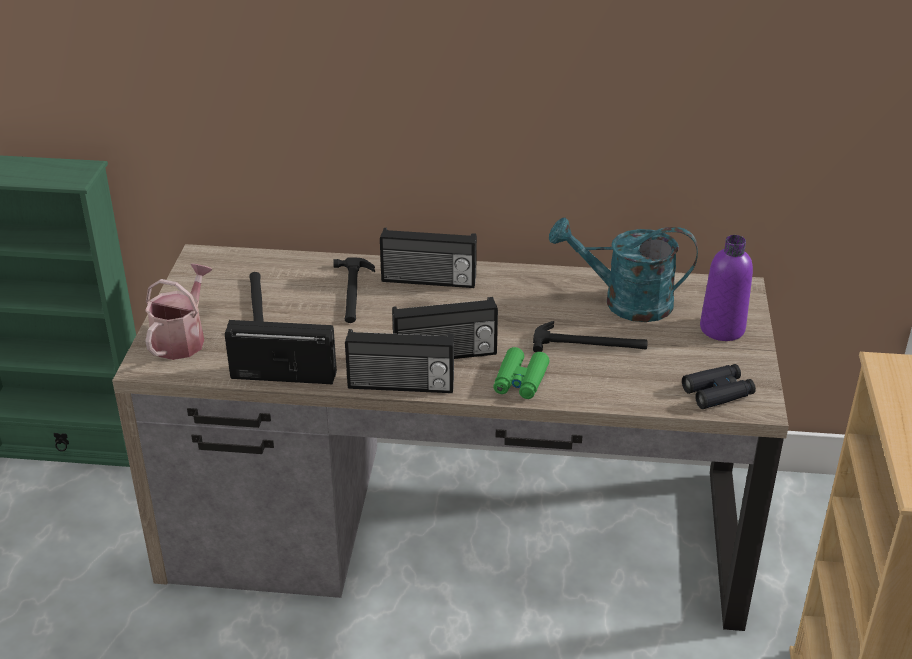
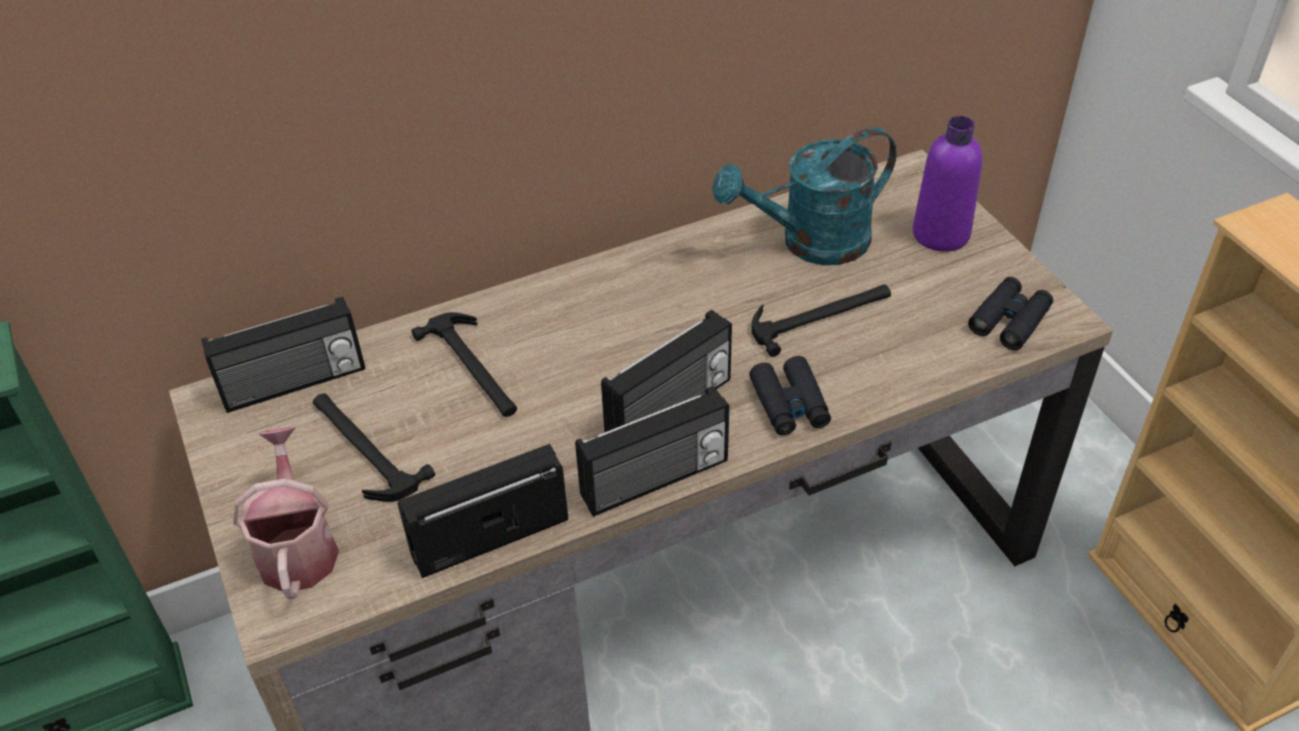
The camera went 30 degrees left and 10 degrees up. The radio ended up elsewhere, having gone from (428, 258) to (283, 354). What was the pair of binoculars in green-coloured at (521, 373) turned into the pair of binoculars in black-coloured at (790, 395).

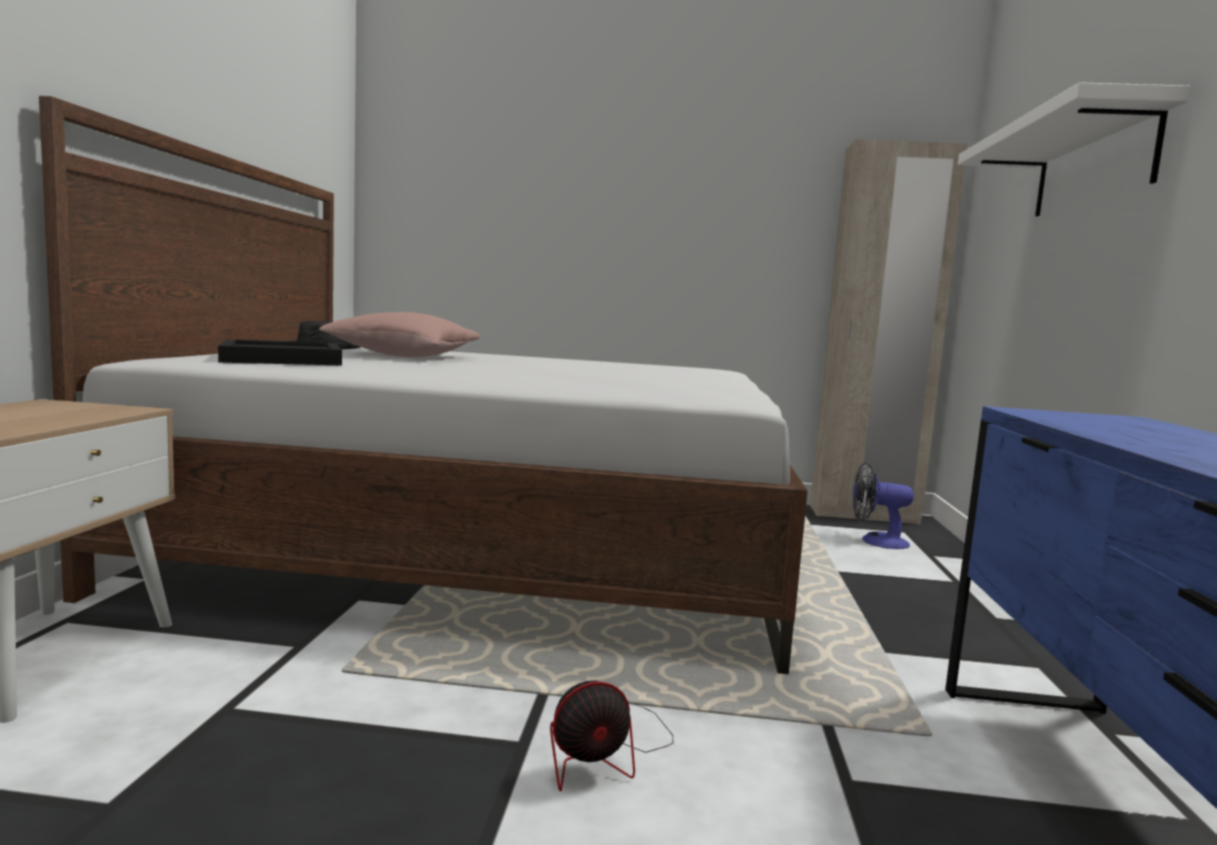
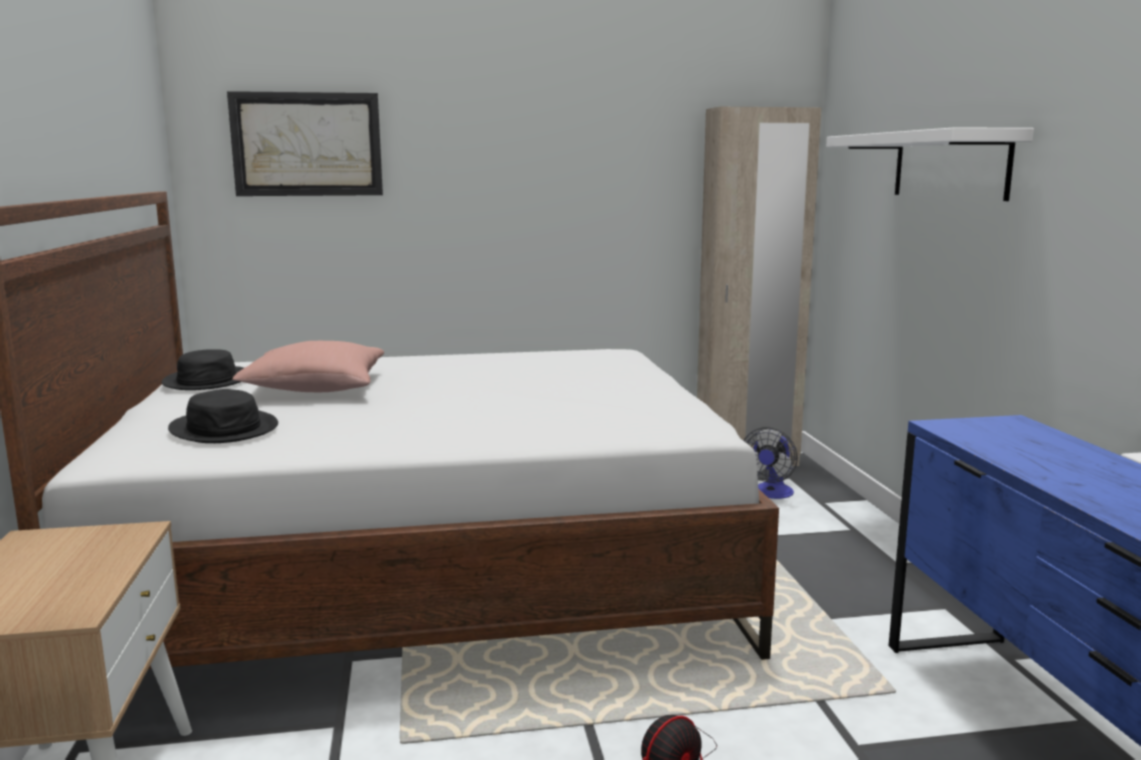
The camera went 15 degrees left and 5 degrees up. Where the carrying tray in black-coloured stood at (280, 352), the clothing hat in black-coloured came to stand at (223, 416). The second view gained the wall picture at (305, 143). The electric fan at (883, 505) ended up facing another way, 60 degrees counterclockwise from before.

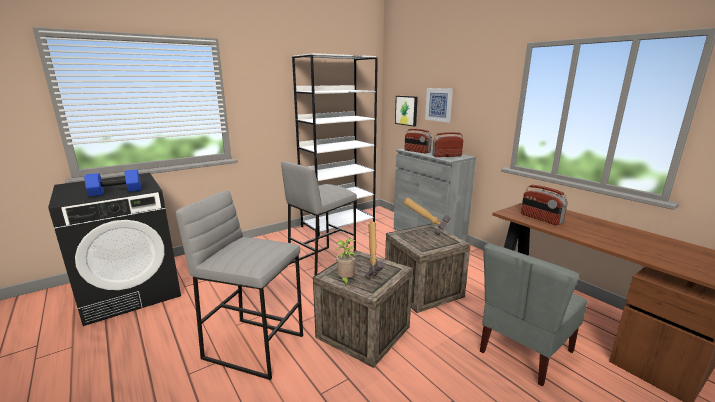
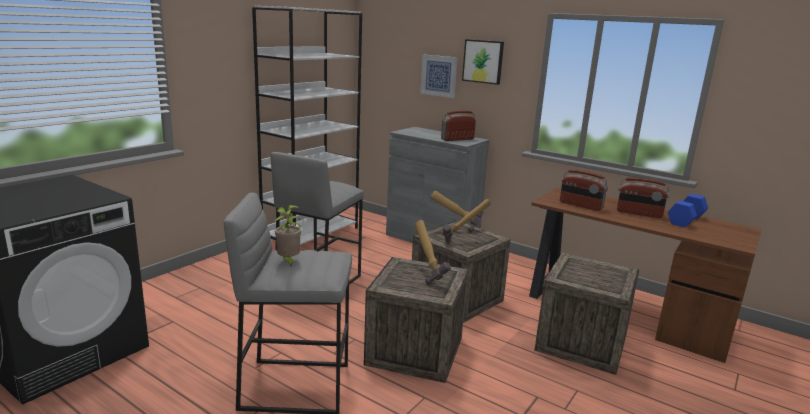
The camera went 20 degrees left and 0 degrees up. The potted plant ended up elsewhere, having gone from (346, 263) to (288, 236). The second view gained the tool hammer at (467, 220). The wall picture ended up elsewhere, having gone from (406, 111) to (483, 62). Where the upright chair in gray stood at (533, 314), the shipping crate came to stand at (587, 314). The radio ended up elsewhere, having gone from (418, 141) to (643, 198). The free weight in blue-coloured ended up elsewhere, having gone from (112, 183) to (688, 210).

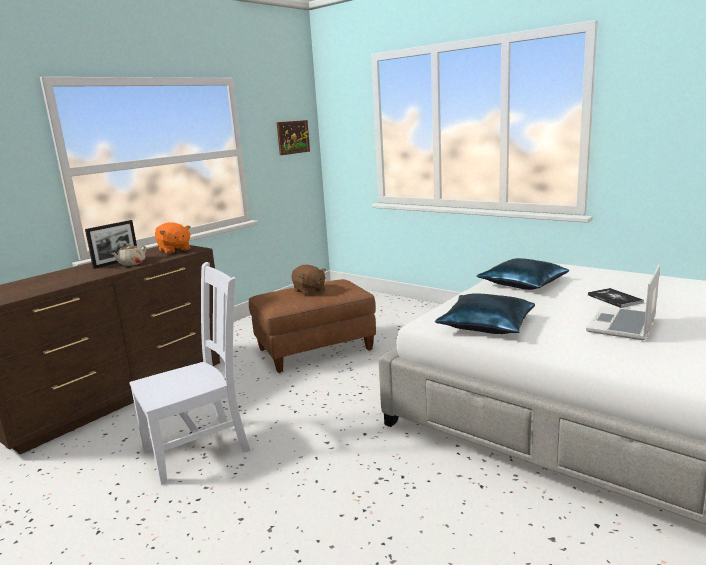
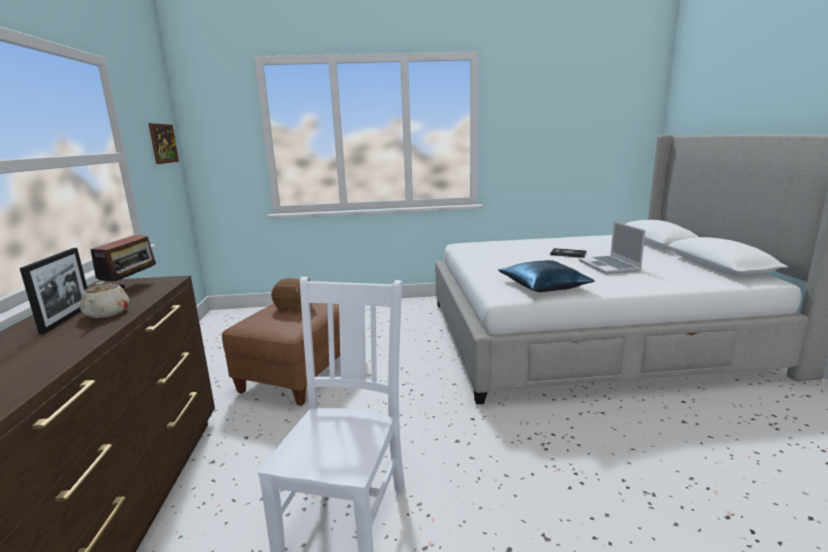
The camera went 45 degrees left and 0 degrees up. Where the plush toy in orange-coloured stood at (173, 238), the radio came to stand at (121, 260). The second view lost the pillow in blue-coloured at (522, 274).

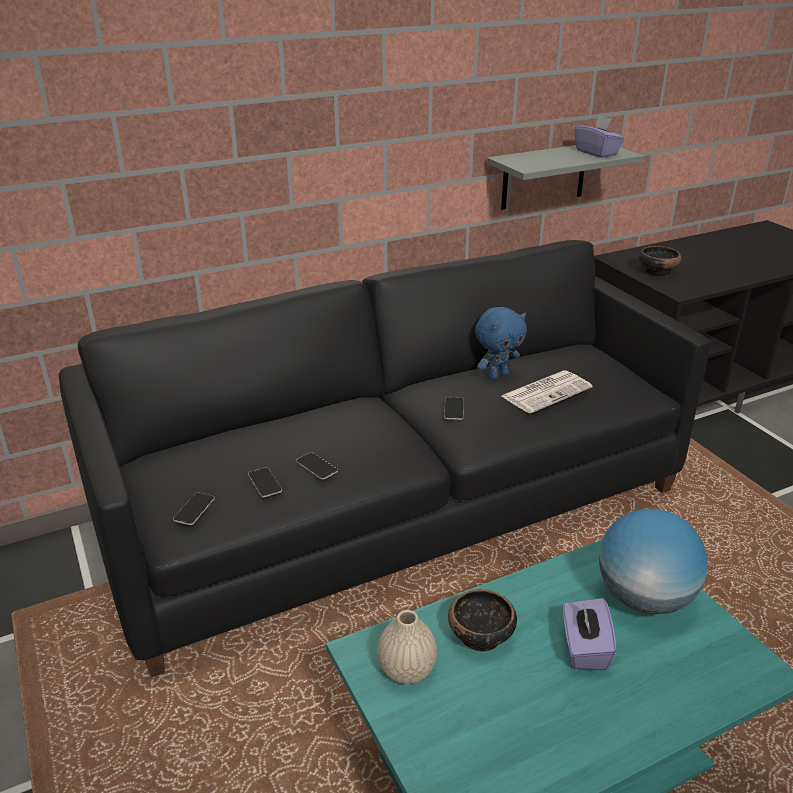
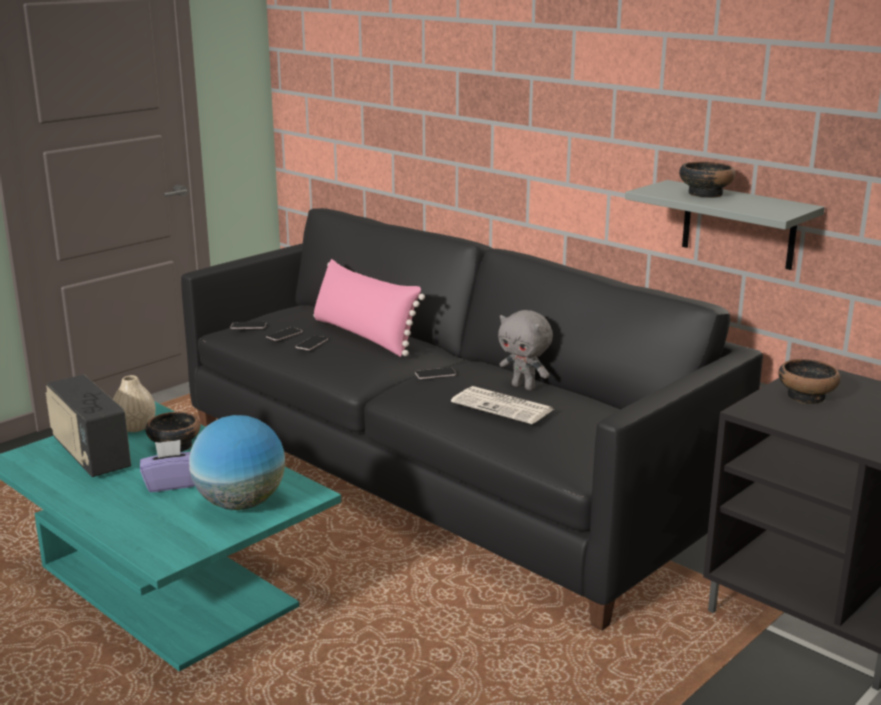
The camera went 70 degrees right and 10 degrees down. The second view gained the radio at (88, 426). The second view gained the pillow in pinkish at (369, 308). What was the plush toy in blue-coloured at (501, 343) turned into the plush toy in gray at (525, 350). The second view gained the serving bowl at (707, 180). The second view lost the box of tissues in purple at (599, 136).

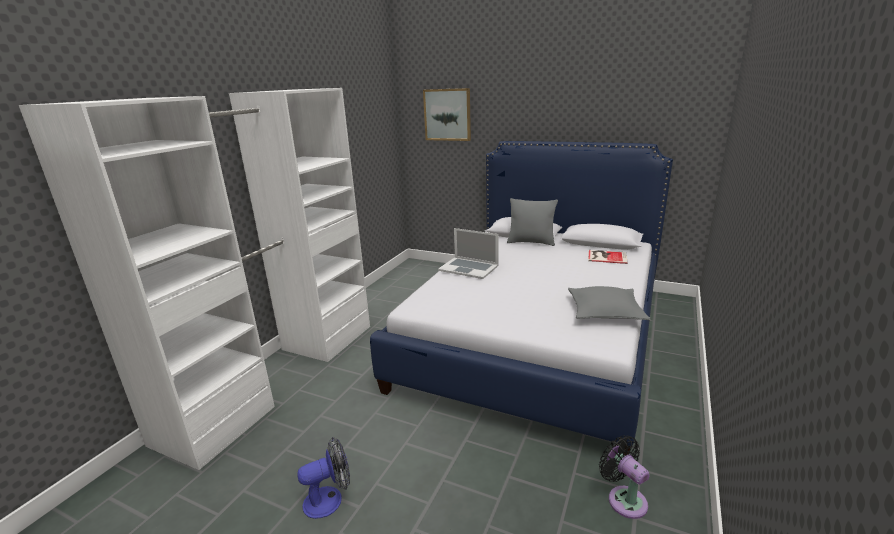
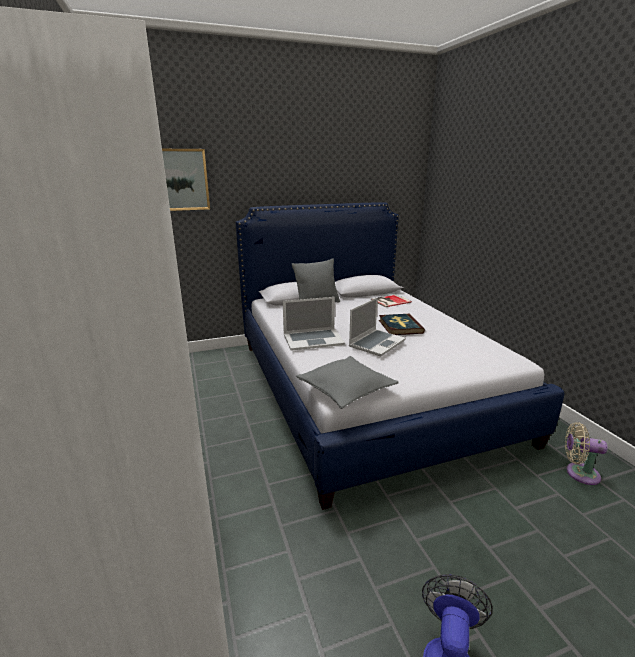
The camera went 45 degrees left and 0 degrees up. The pillow in gray ended up elsewhere, having gone from (609, 303) to (347, 382). The second view gained the notebook computer at (377, 327). The second view gained the volume at (402, 324). What was the electric fan in black-coloured at (624, 477) turned into the electric fan in beige-coloured at (586, 453).

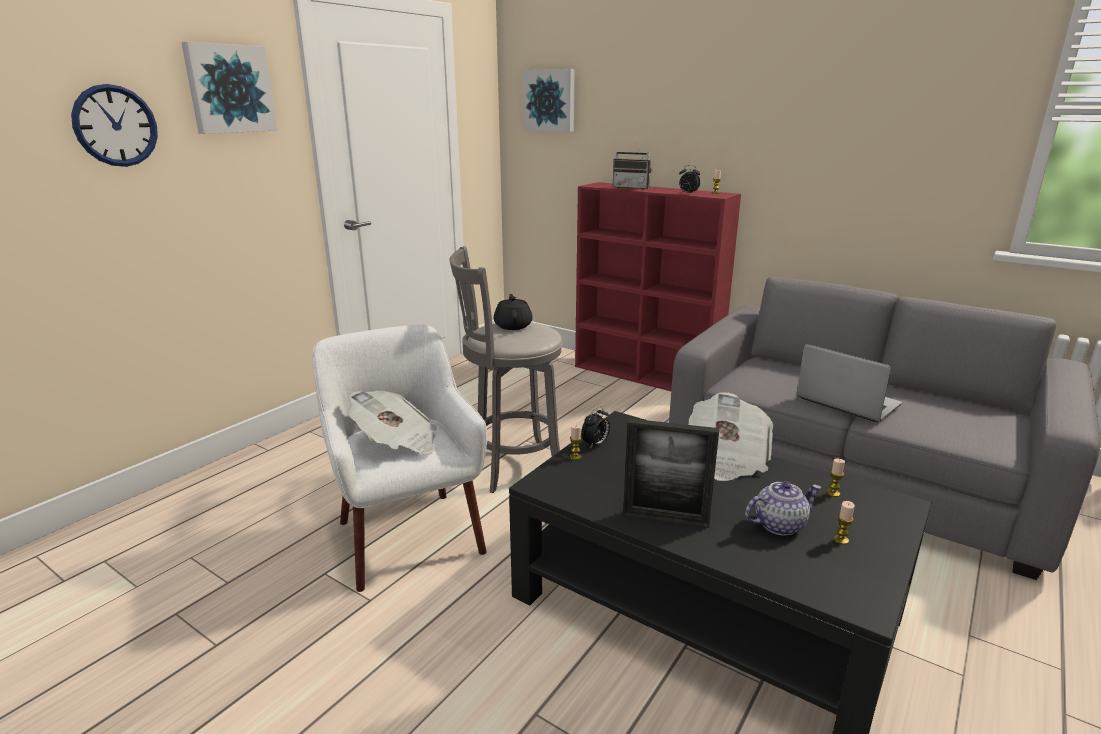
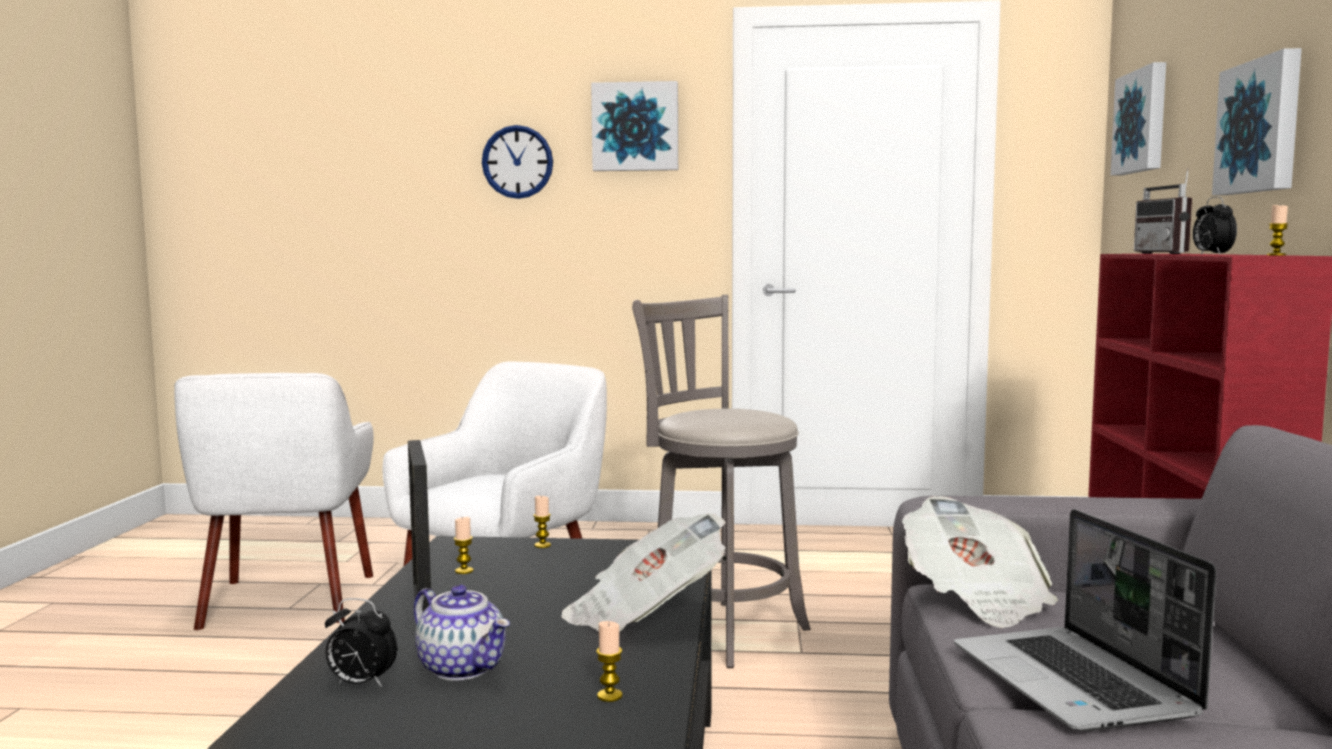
The camera went 60 degrees right and 15 degrees down. The second view gained the armchair in whitish at (274, 501). The alarm clock ended up elsewhere, having gone from (595, 427) to (361, 642). The candle ended up elsewhere, having gone from (844, 523) to (464, 545). The newspaper ended up elsewhere, having gone from (393, 423) to (980, 562). The notebook computer at (849, 383) ended up facing another way, 150 degrees clockwise from before. The second view gained the wall picture at (1257, 121). The second view lost the tea pot in black-coloured at (513, 312).

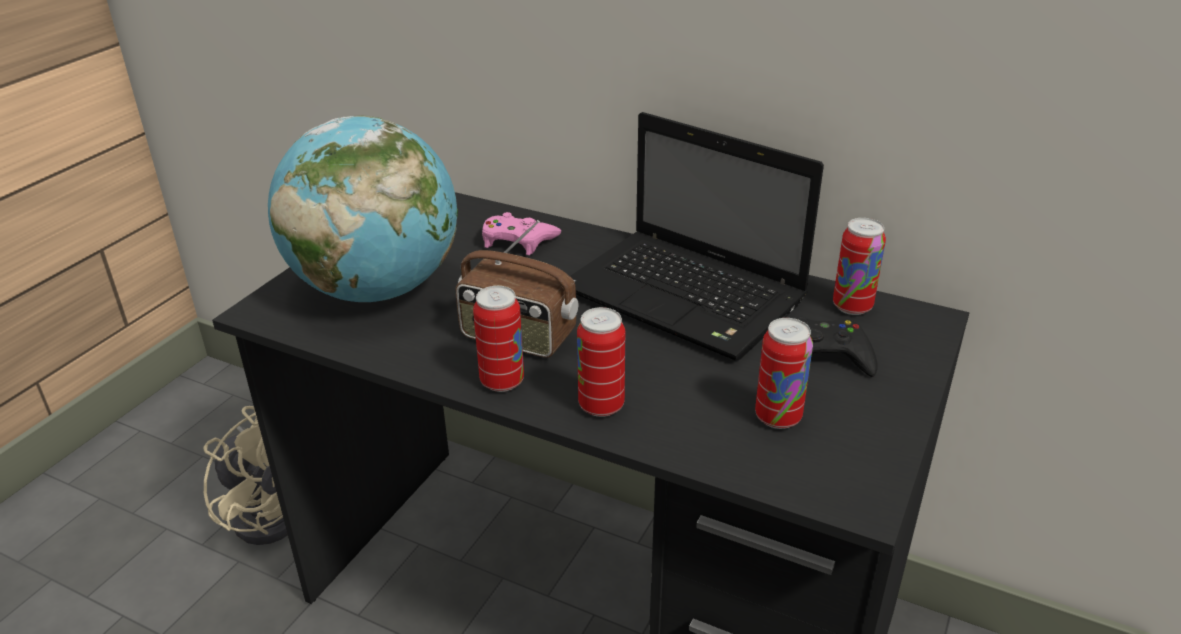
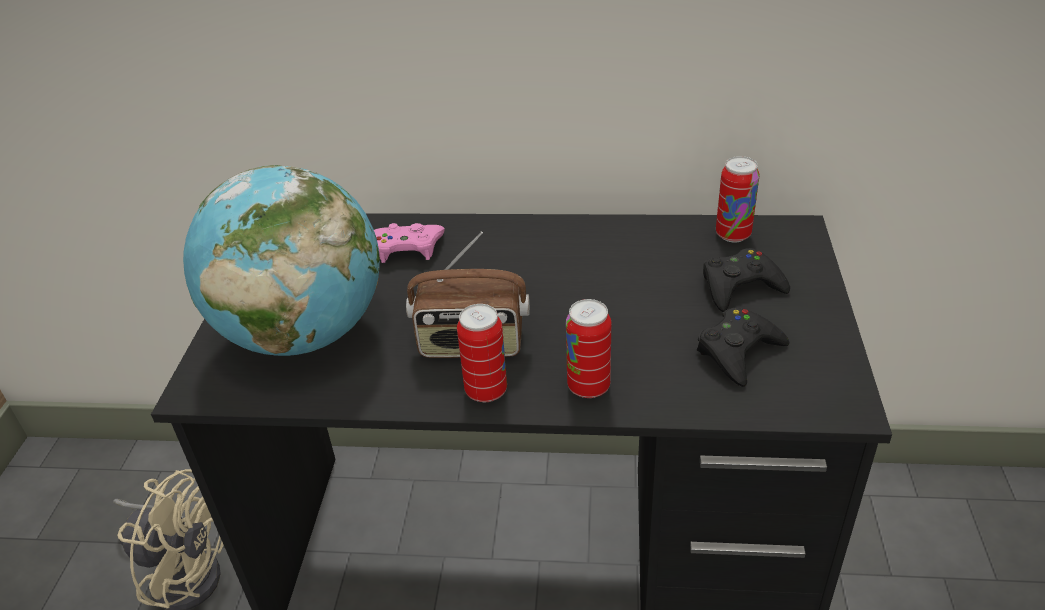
The camera went 20 degrees left and 5 degrees up. Where the metal can stood at (784, 373), the joypad in black-coloured came to stand at (743, 347). The second view lost the notebook computer at (697, 236).

